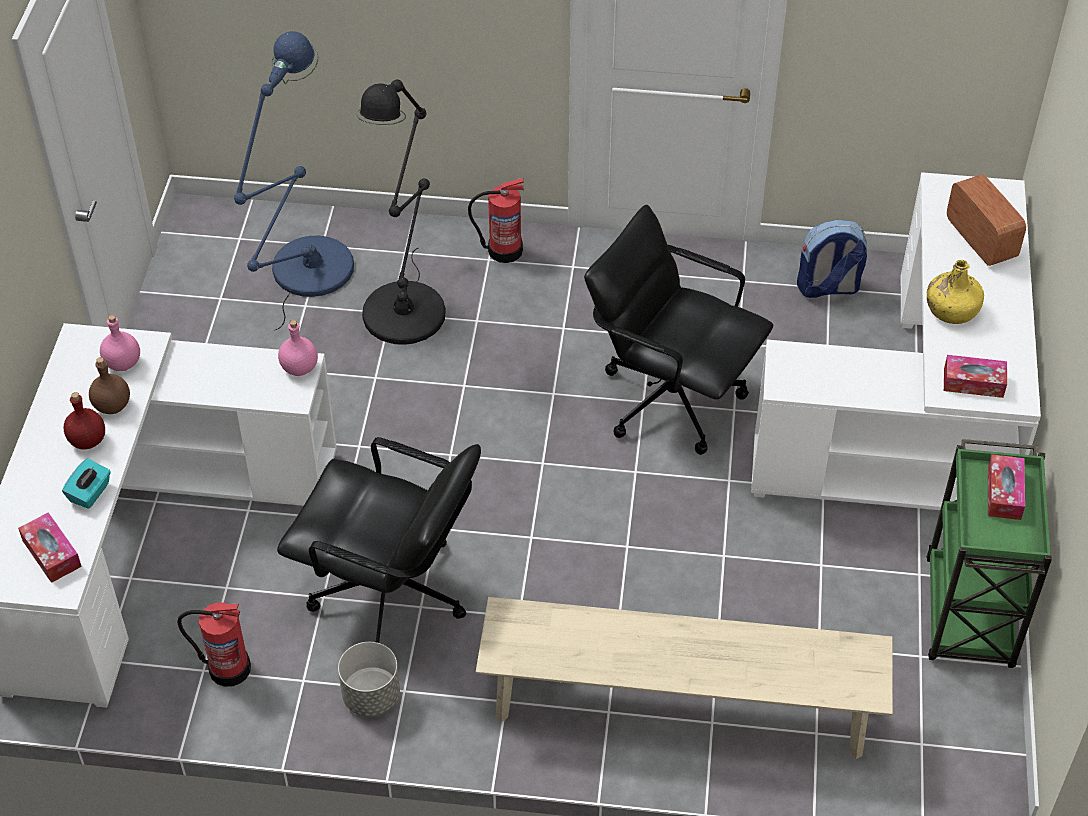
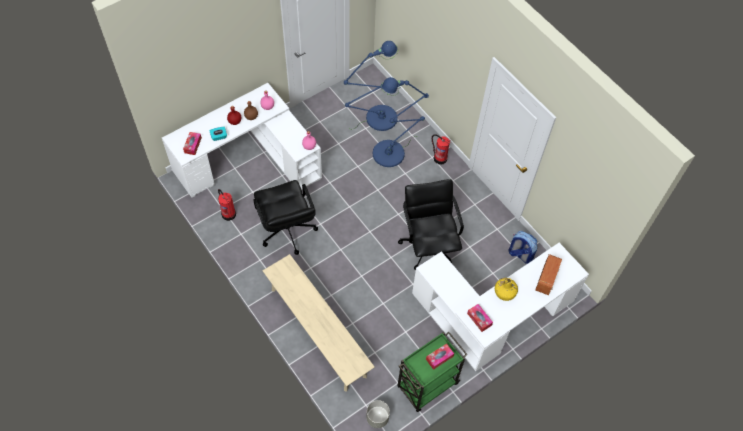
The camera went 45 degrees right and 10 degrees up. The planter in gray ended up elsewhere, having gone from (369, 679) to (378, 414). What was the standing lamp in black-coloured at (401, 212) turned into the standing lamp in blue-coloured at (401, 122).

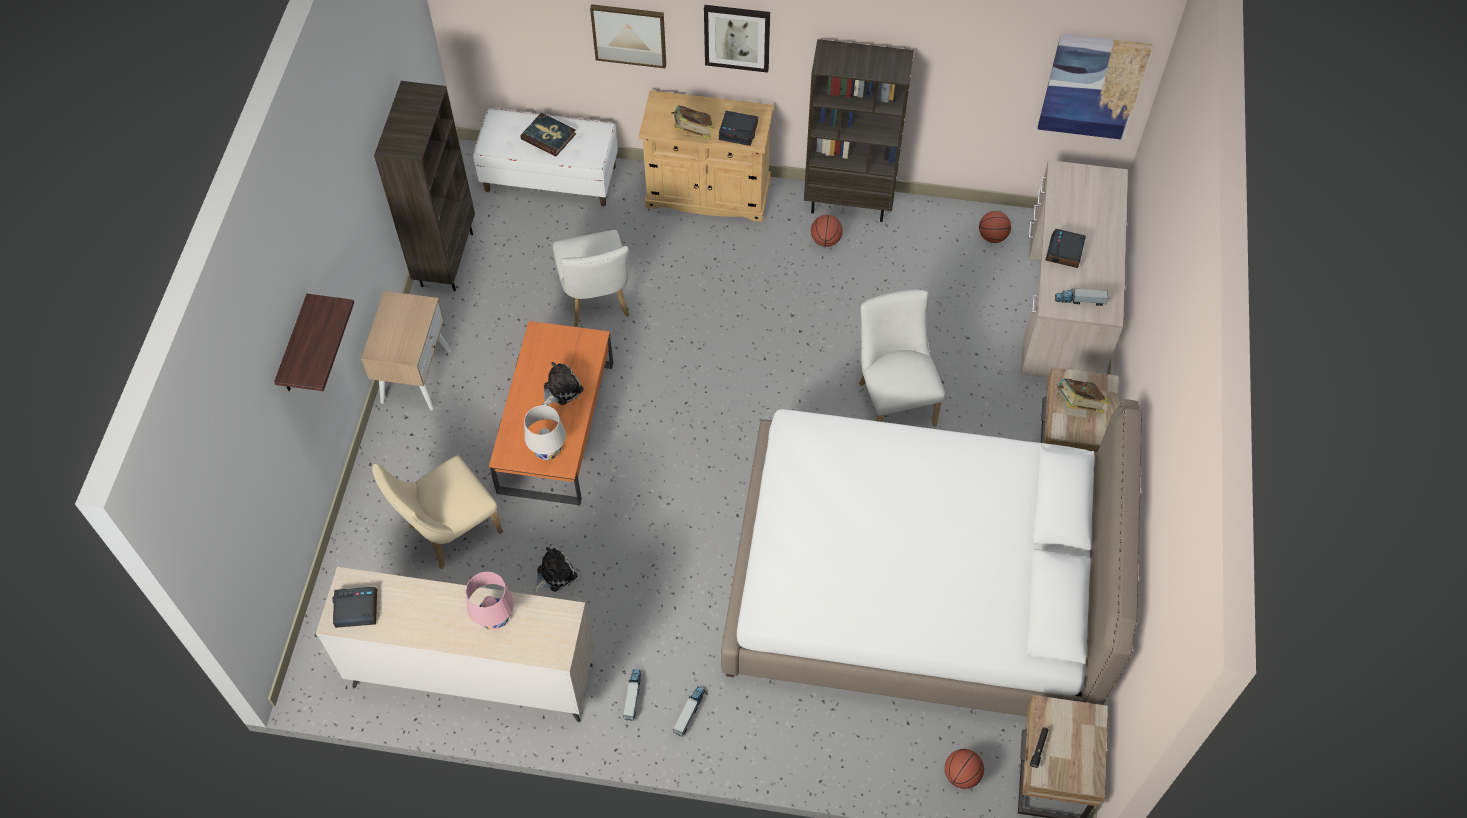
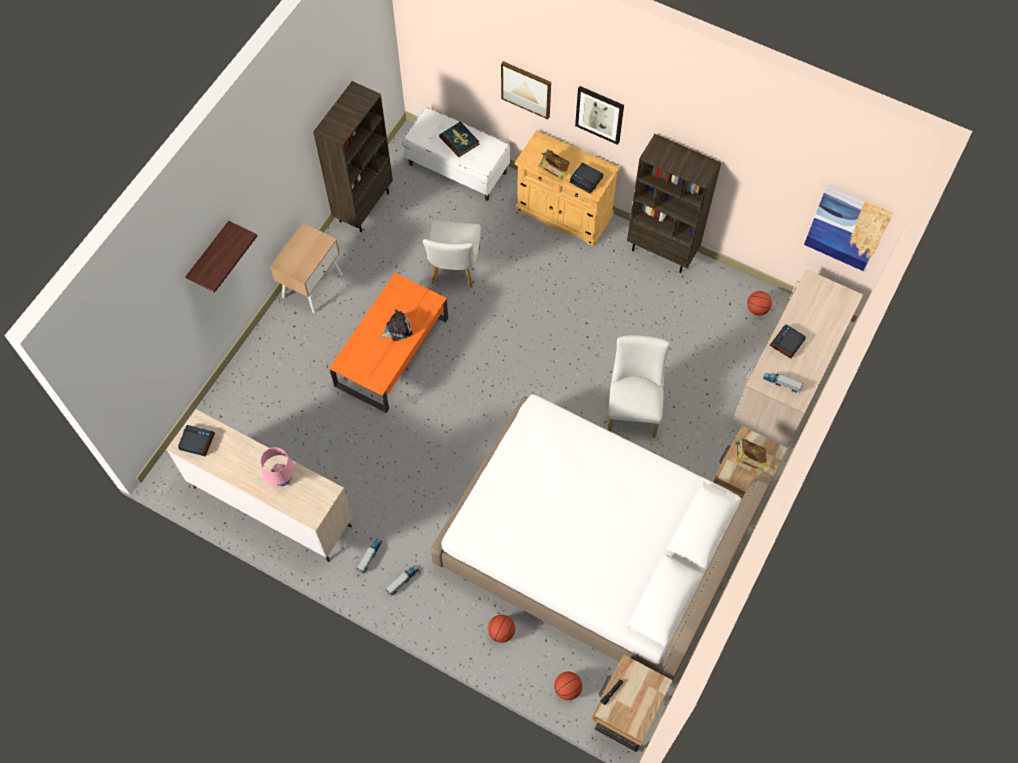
The camera went 20 degrees right and 5 degrees up. The basketball ball ended up elsewhere, having gone from (827, 231) to (501, 629). The second view lost the upright chair in beige-coloured at (437, 512). The second view lost the tabletop lamp in whitish at (545, 432). The second view lost the plush toy at (555, 569).

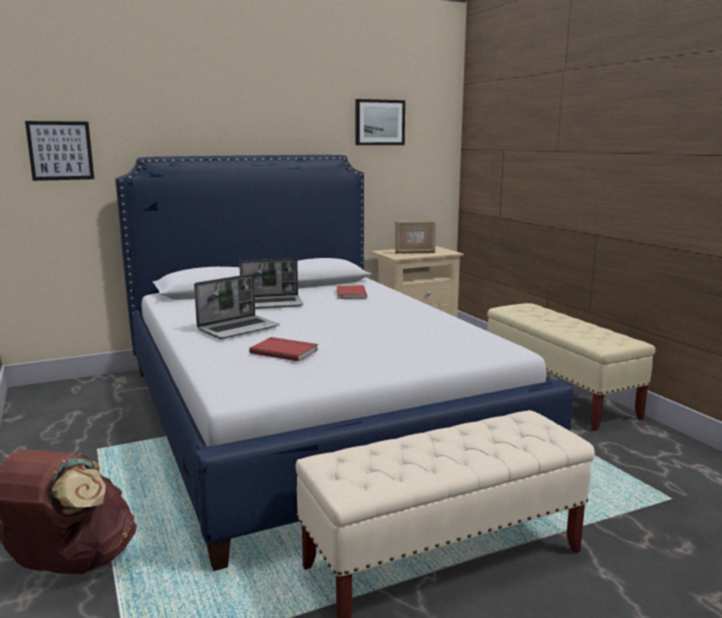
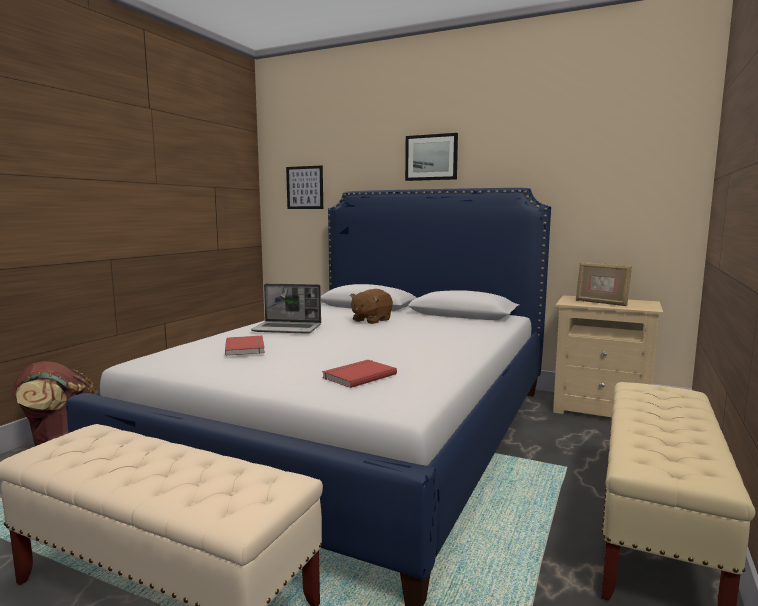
The camera went 50 degrees right and 5 degrees down. The volume in reddish ended up elsewhere, having gone from (352, 292) to (359, 374). Where the notebook computer stood at (271, 283), the plush toy in brown came to stand at (371, 306). The wall picture ended up elsewhere, having gone from (380, 122) to (431, 157).

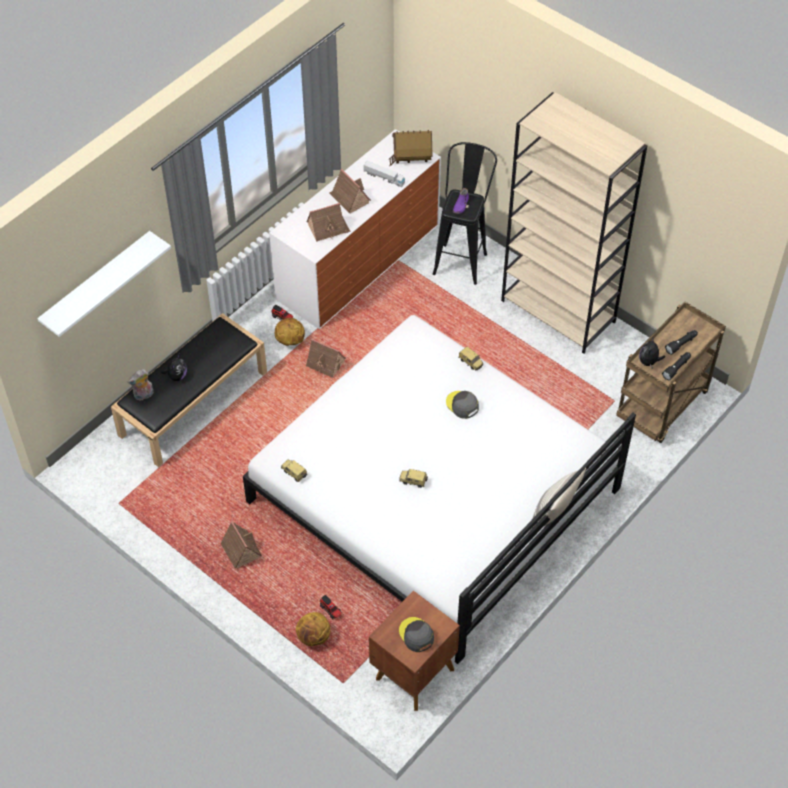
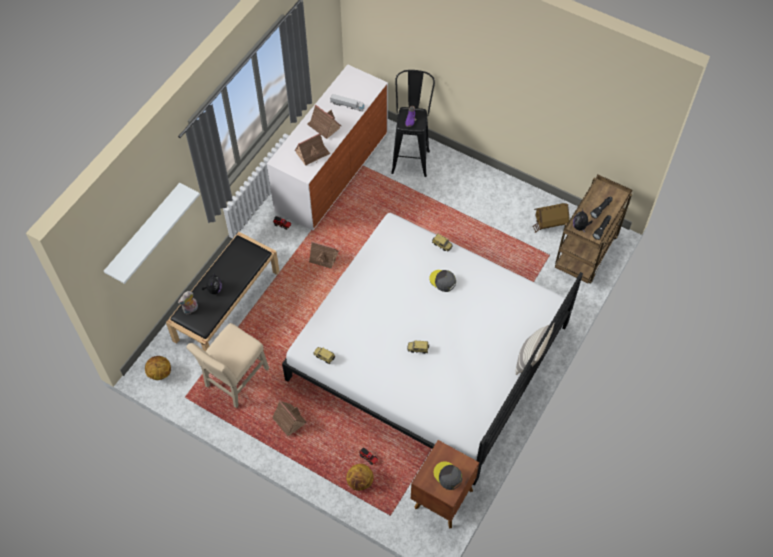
The camera went 10 degrees left and 5 degrees up. The basketball ball ended up elsewhere, having gone from (290, 332) to (158, 368). The second view gained the upright chair in beige-coloured at (228, 365). The miniature house ended up elsewhere, having gone from (410, 148) to (550, 218). The second view lost the bookcase in beige-coloured at (574, 223).

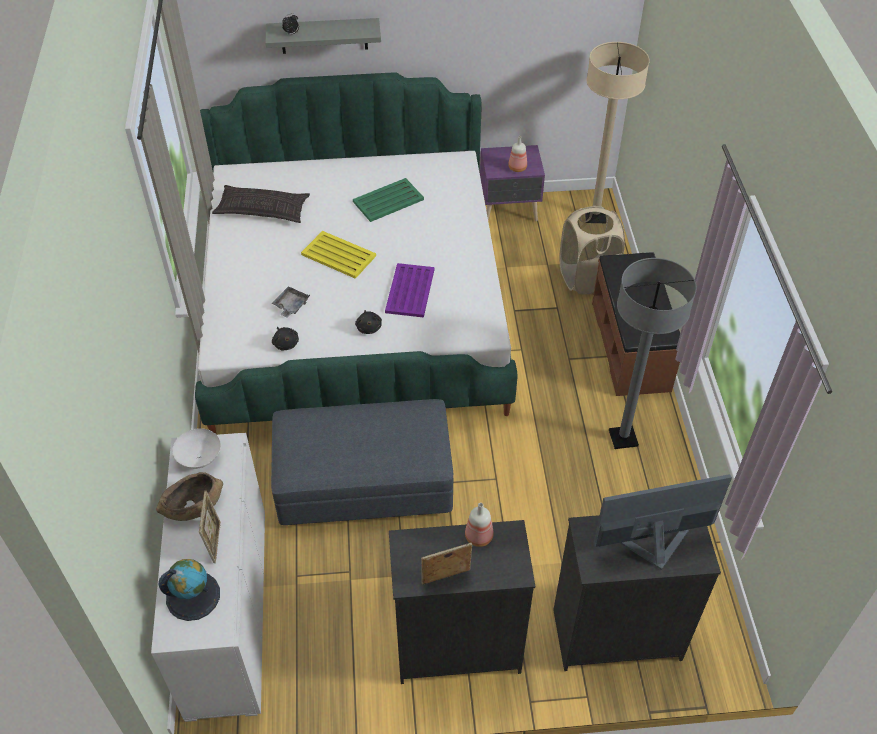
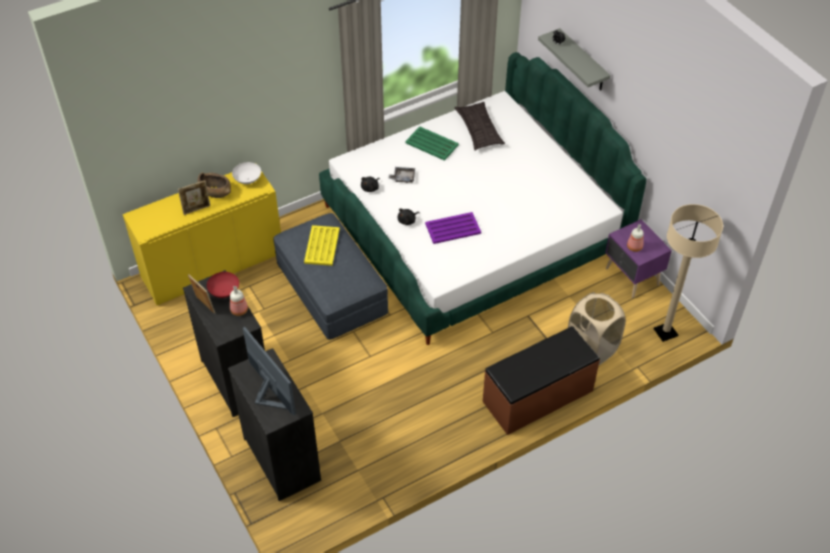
The camera went 65 degrees right and 0 degrees up. What was the cabinet in whitish at (208, 577) turned into the cabinet in yellowish at (202, 234). The second view gained the serving bowl in reddish at (223, 285). The carrying tray in yellowish ended up elsewhere, having gone from (338, 255) to (322, 245). The carrying tray in green-coloured ended up elsewhere, having gone from (388, 200) to (432, 144). The second view lost the desk globe at (189, 590). The second view lost the standing lamp in gray at (653, 353).

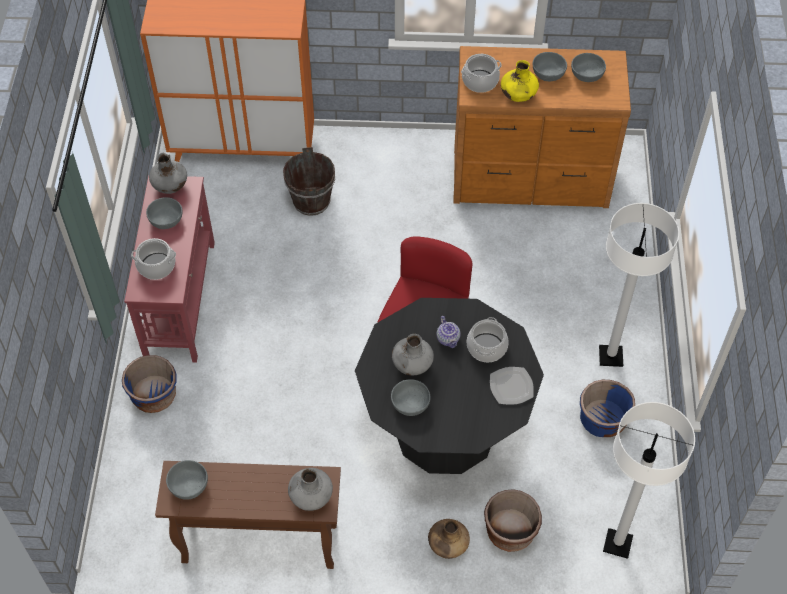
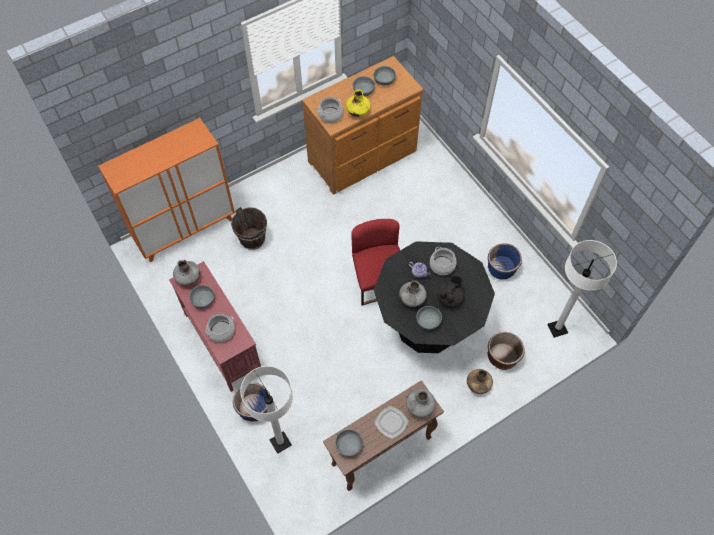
The camera went 35 degrees left and 5 degrees up. The standing lamp in whitish ended up elsewhere, having gone from (639, 285) to (266, 410). The plate ended up elsewhere, having gone from (512, 386) to (391, 422). The second view gained the tea pot in black-coloured at (450, 292).

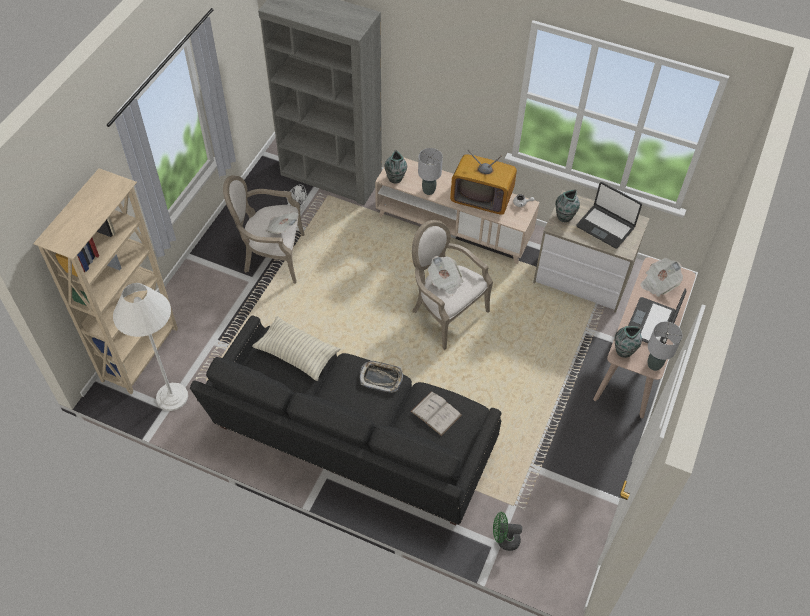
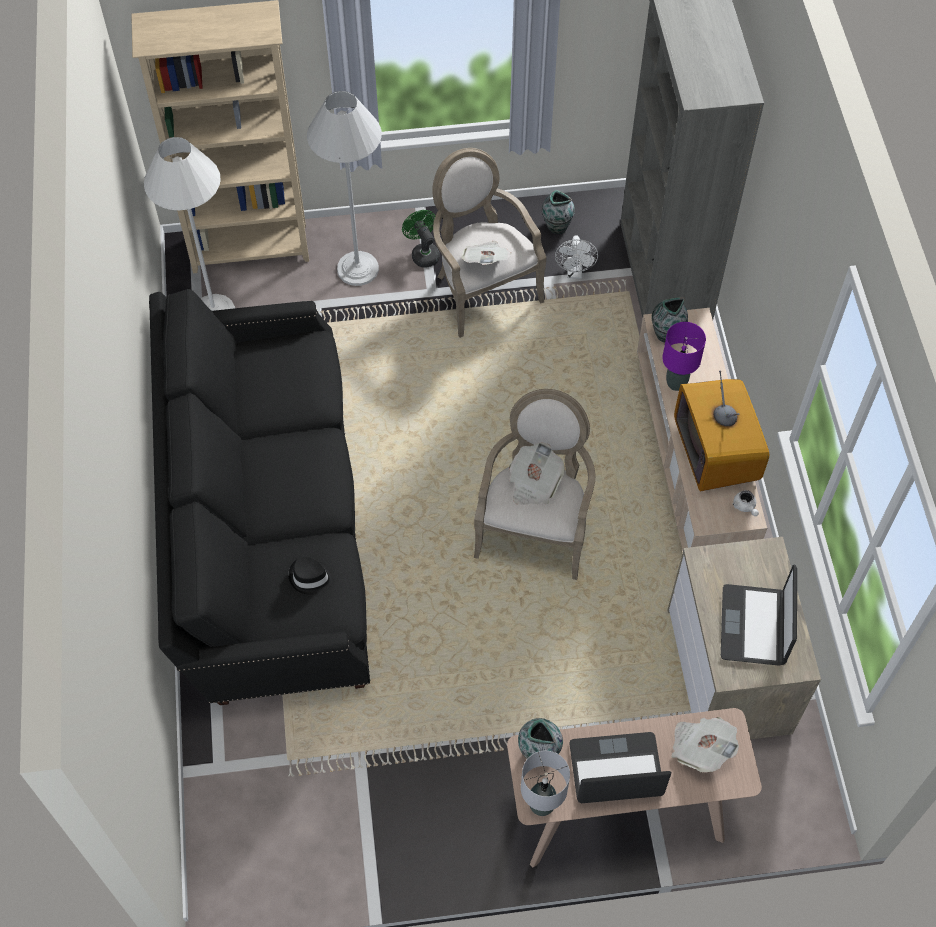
The camera went 60 degrees right and 5 degrees up. Where the volume in whitish stood at (436, 413), the clothing hat in black-coloured came to stand at (311, 575). The second view gained the standing lamp in whitish at (344, 188). The electric fan in green-coloured ended up elsewhere, having gone from (507, 531) to (421, 239). The decorative vase ended up elsewhere, having gone from (567, 205) to (558, 212). What was the tabletop lamp in gray at (430, 171) turned into the tabletop lamp in purple at (684, 356). The second view lost the pillow at (296, 348). The second view lost the carrying tray at (381, 377).

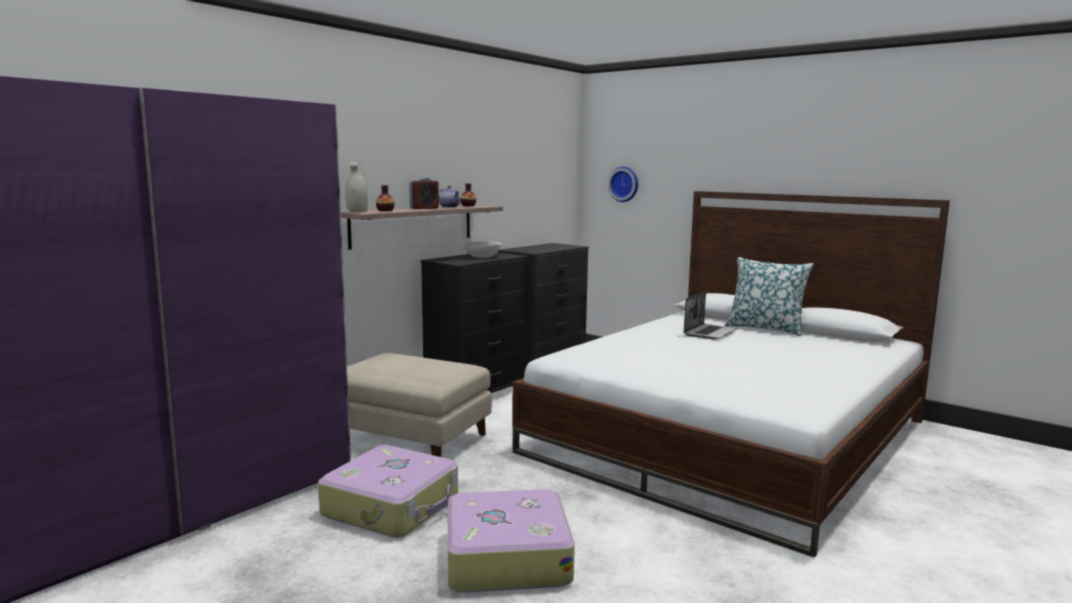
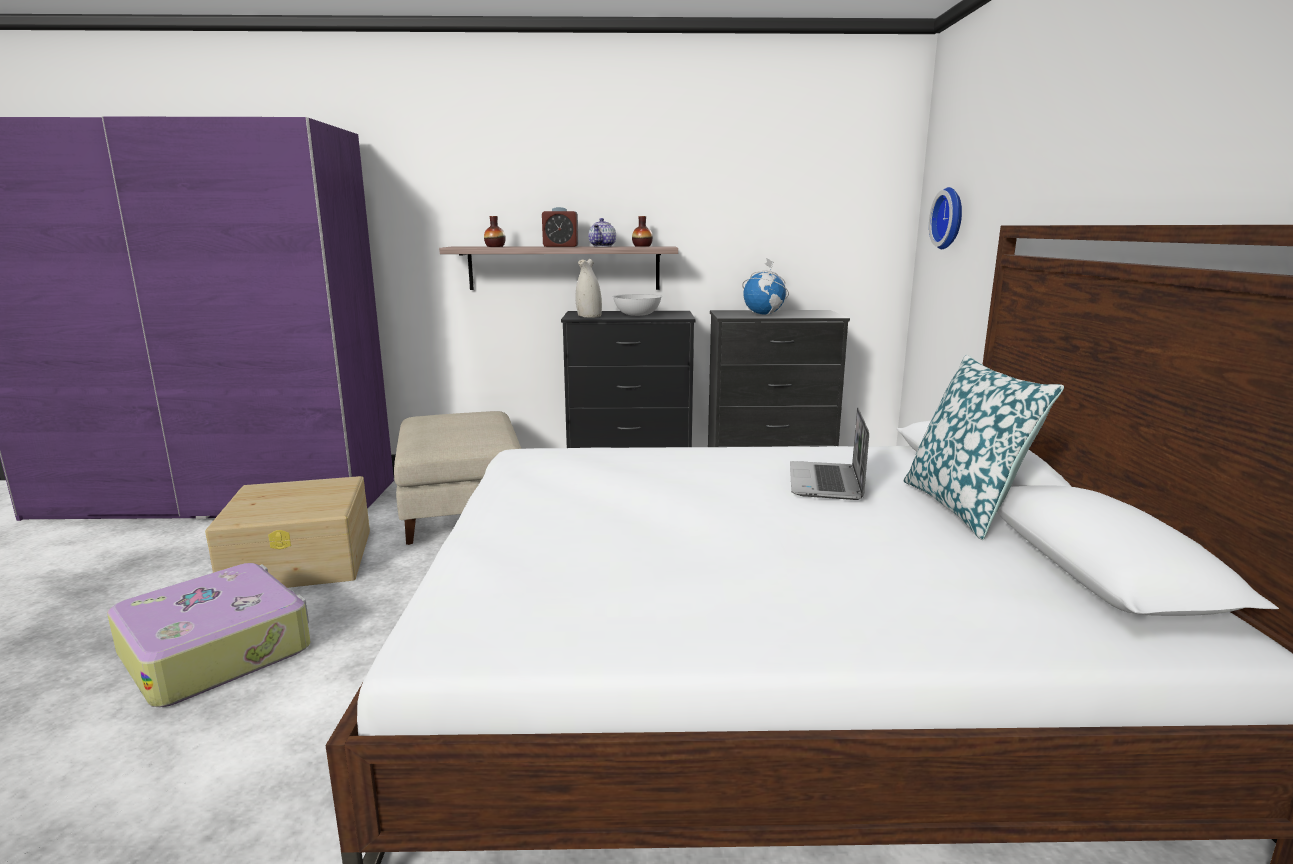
The camera went 50 degrees right and 5 degrees up. Where the piece of luggage stood at (388, 491), the storage box in beige-coloured came to stand at (287, 532). The decorative vase in whitish ended up elsewhere, having gone from (356, 187) to (588, 288). The second view gained the desk globe at (765, 286). The notebook computer at (710, 316) ended up facing another way, 105 degrees clockwise from before.

